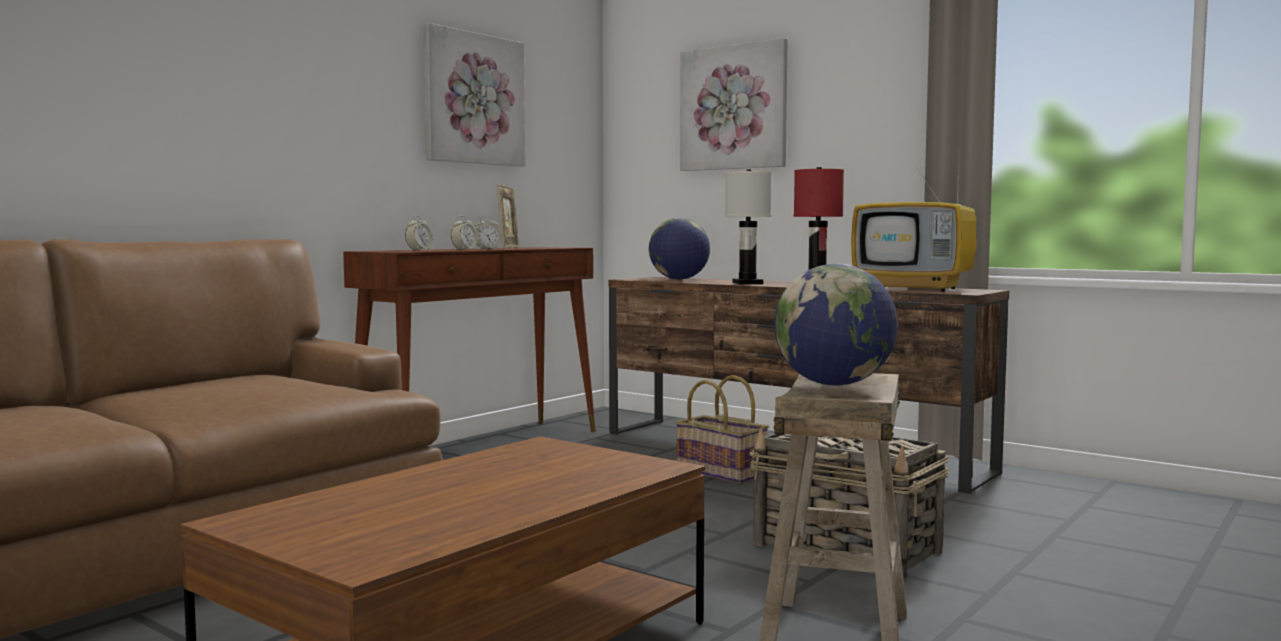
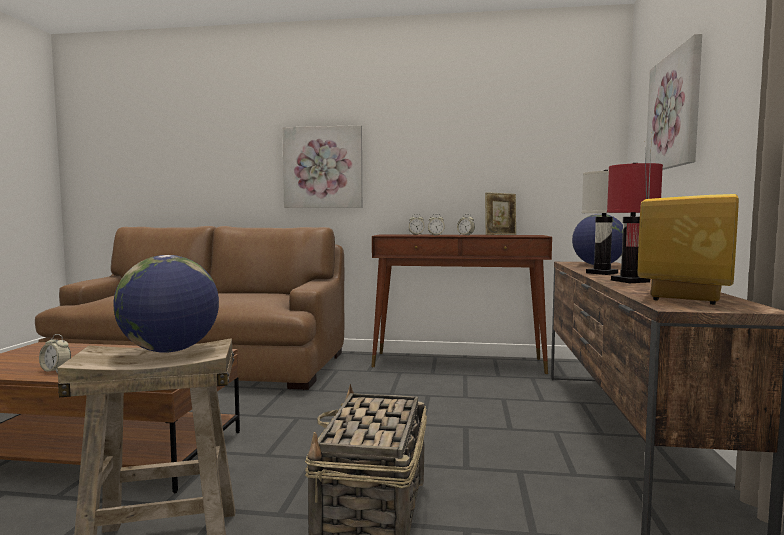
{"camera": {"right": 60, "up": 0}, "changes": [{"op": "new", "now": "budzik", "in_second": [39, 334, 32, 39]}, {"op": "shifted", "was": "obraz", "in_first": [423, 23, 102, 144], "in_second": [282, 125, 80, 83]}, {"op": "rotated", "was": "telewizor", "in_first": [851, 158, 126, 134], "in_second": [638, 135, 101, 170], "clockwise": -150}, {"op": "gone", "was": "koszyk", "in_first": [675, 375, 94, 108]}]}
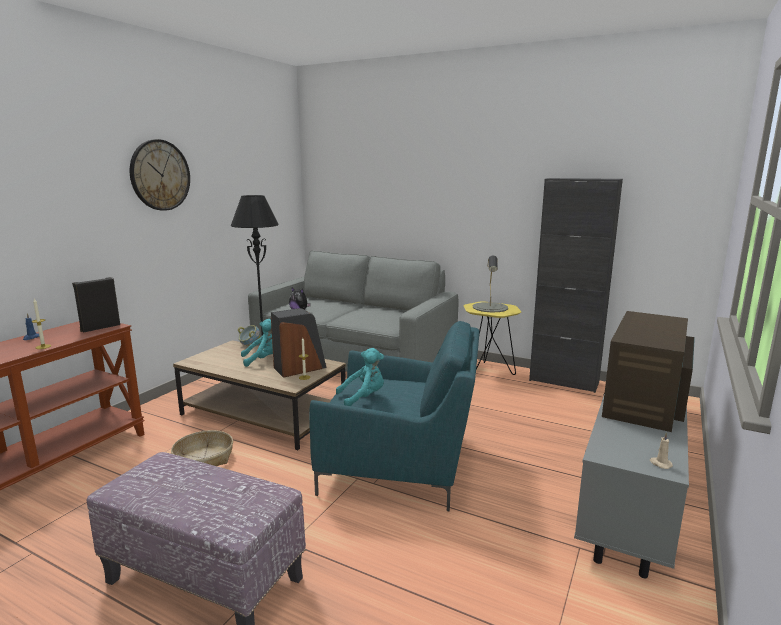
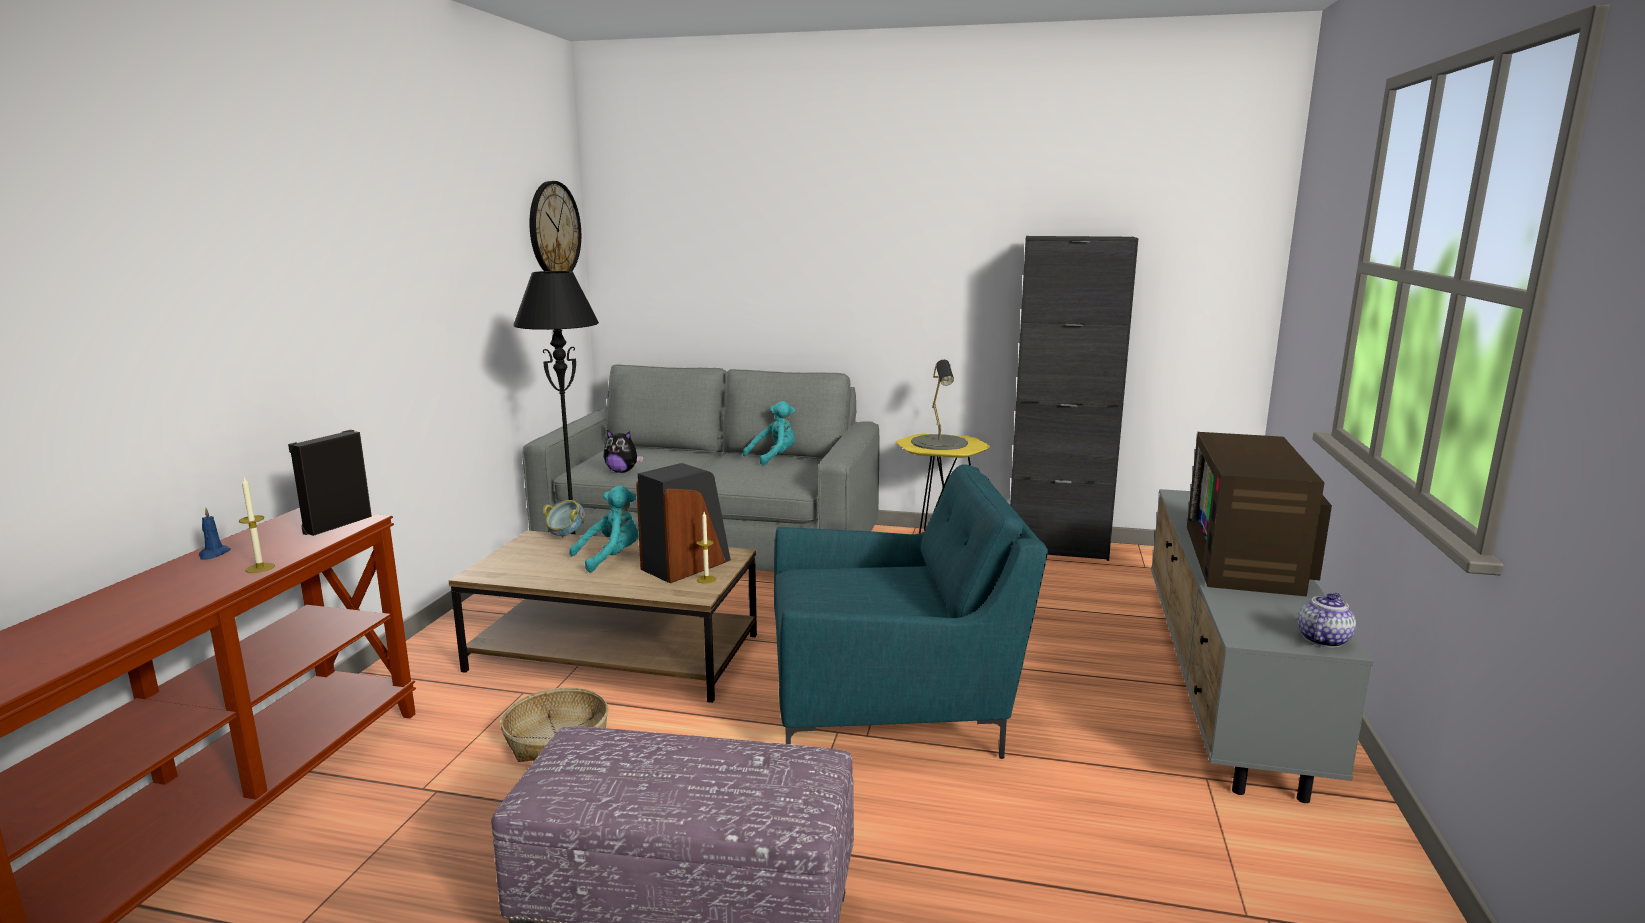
{"camera": {"right": -15, "up": 0}, "changes": [{"op": "shifted", "was": "zegar ścienny", "in_first": [130, 139, 60, 72], "in_second": [529, 181, 52, 90]}, {"op": "shifted", "was": "pluszak/turkusowy", "in_first": [336, 348, 48, 58], "in_second": [743, 401, 52, 65]}, {"op": "swapped", "was": "świeca/beżowy", "now": "imbryk", "in_first": [650, 433, 23, 36], "in_second": [1298, 593, 58, 55]}]}
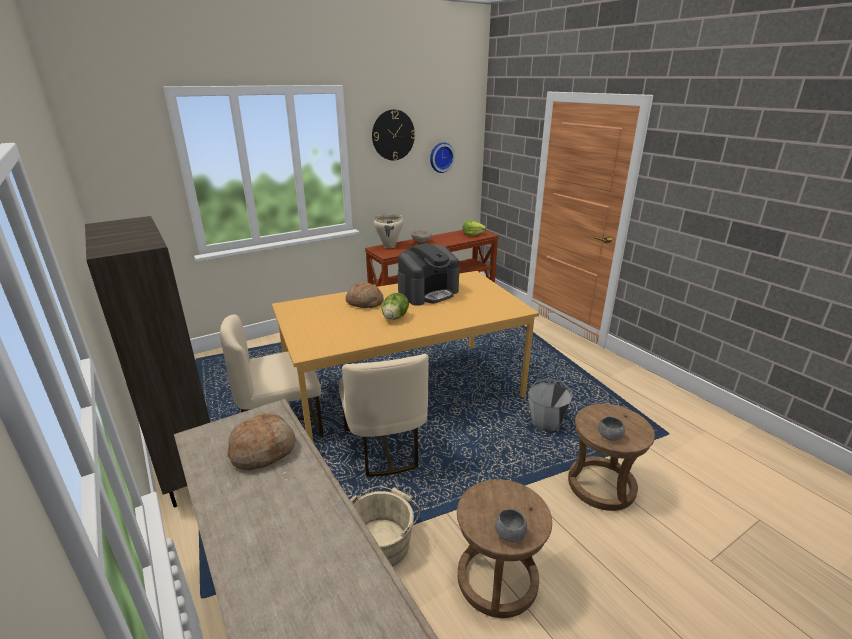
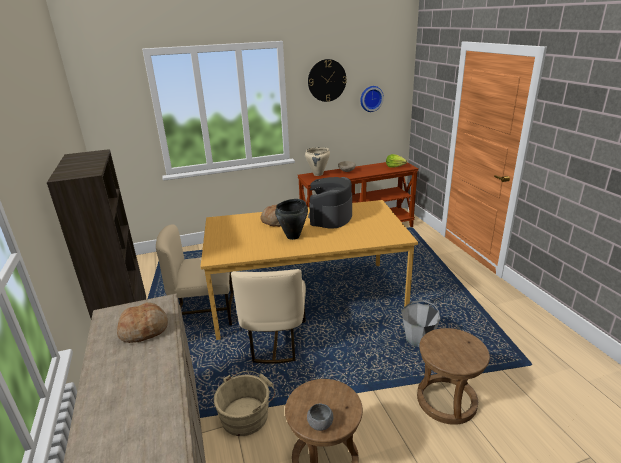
{"camera": {"right": 15, "up": 0}, "changes": [{"op": "swapped", "was": "sałata", "now": "garnek/czarny", "in_first": [382, 293, 27, 27], "in_second": [275, 199, 33, 41]}, {"op": "rotated", "was": "ekspres do kawy", "in_first": [398, 243, 61, 63], "in_second": [308, 177, 44, 52], "clockwise": 135}, {"op": "gone", "was": "miska/szary", "in_first": [598, 416, 27, 25]}]}
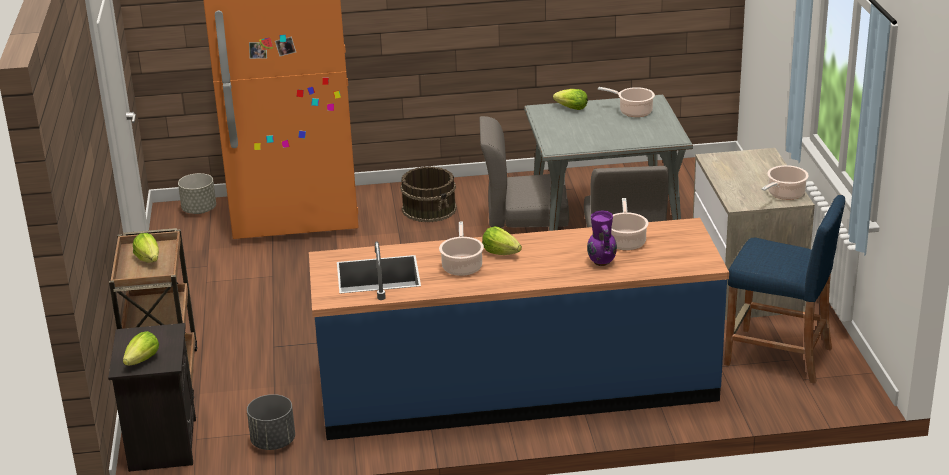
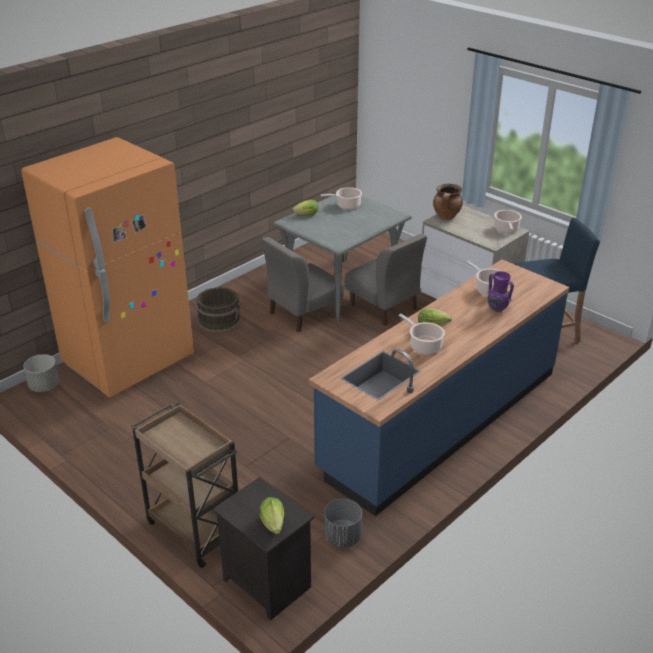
{"camera": {"right": -40, "up": 5}, "changes": [{"op": "new", "now": "garnek", "in_second": [433, 184, 30, 36]}, {"op": "gone", "was": "sałata", "in_first": [133, 233, 26, 30]}]}
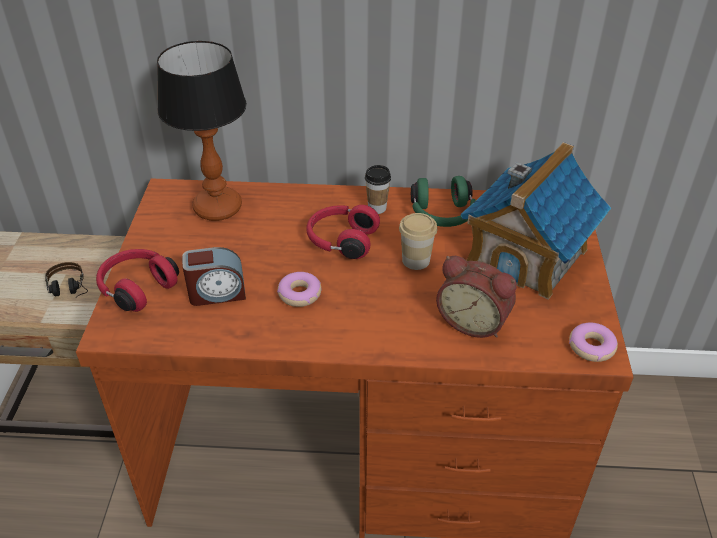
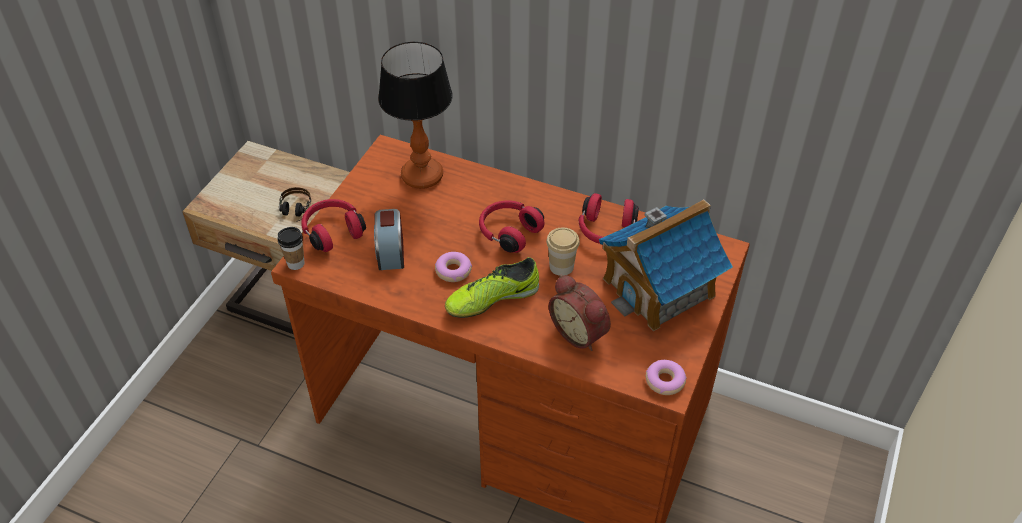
{"camera": {"right": 20, "up": 5}, "changes": [{"op": "shifted", "was": "filiżanka", "in_first": [365, 165, 26, 49], "in_second": [278, 227, 27, 43]}, {"op": "rotated", "was": "budzik", "in_first": [182, 247, 64, 59], "in_second": [374, 209, 30, 61], "clockwise": 75}, {"op": "new", "now": "but", "in_second": [445, 257, 94, 61]}, {"op": "repainted", "was": "słuchawki/zielony", "now": "słuchawki/czerwony", "in_first": [411, 176, 65, 51], "in_second": [579, 193, 60, 51]}]}
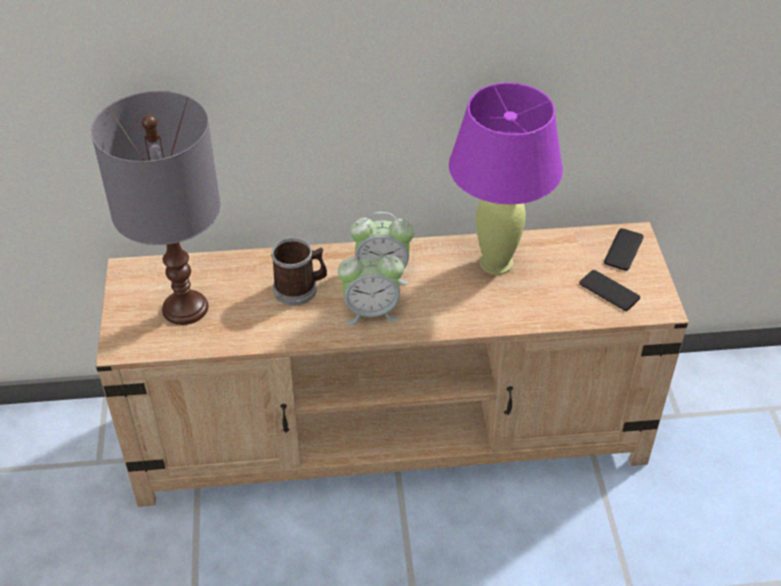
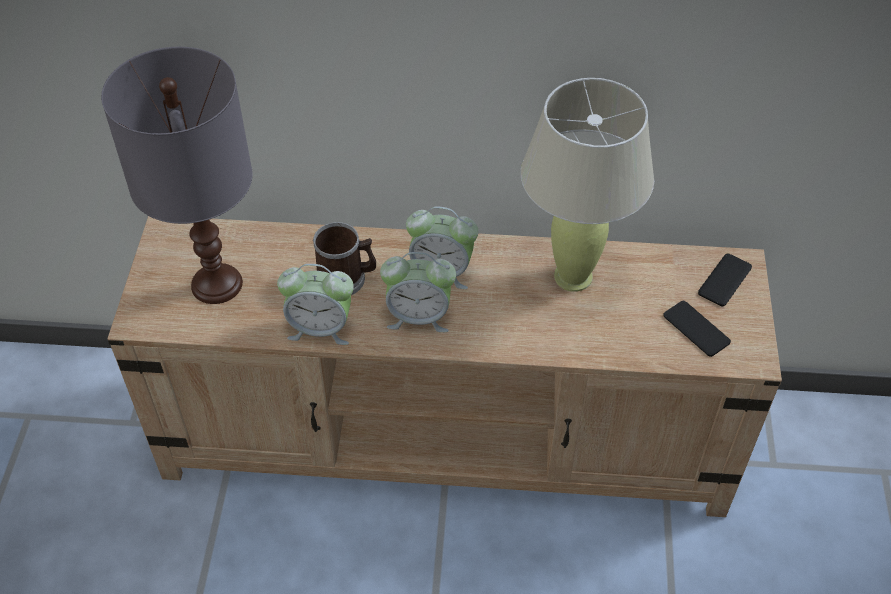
{"camera": {"right": 10, "up": 5}, "changes": [{"op": "new", "now": "budzik", "in_second": [277, 264, 77, 81]}, {"op": "repainted", "was": "lampa stołowa/fioletowy", "now": "lampa stołowa/beżowy", "in_first": [449, 82, 114, 193], "in_second": [521, 78, 133, 214]}]}
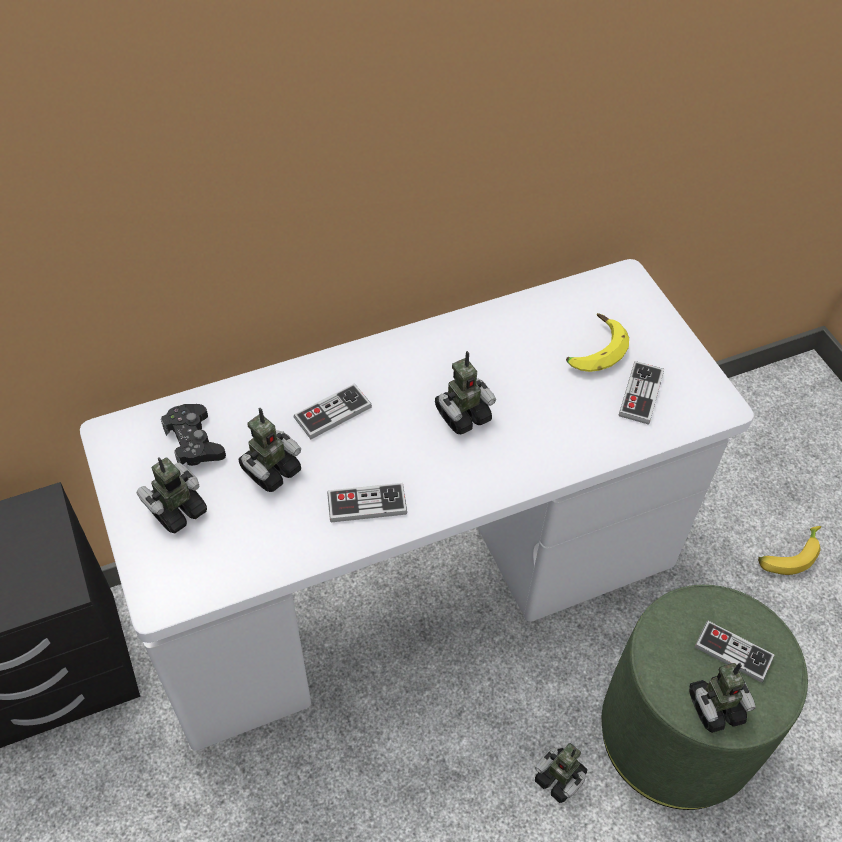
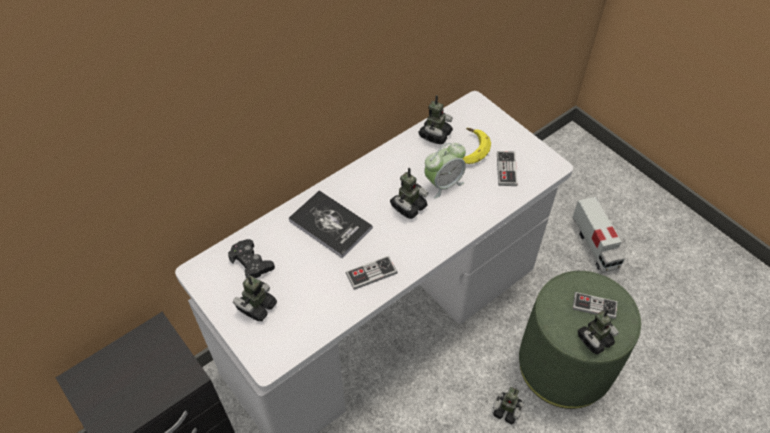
{"camera": {"right": -15, "up": 0}, "changes": [{"op": "swapped", "was": "pad do gier", "now": "książka", "in_first": [293, 383, 79, 56], "in_second": [289, 191, 84, 67]}, {"op": "shifted", "was": "robot zabawkowy", "in_first": [239, 408, 62, 84], "in_second": [418, 95, 35, 49]}, {"op": "new", "now": "budzik", "in_second": [424, 143, 42, 56]}, {"op": "swapped", "was": "banan", "now": "ciężarówka zabawkowa", "in_first": [758, 526, 63, 49], "in_second": [572, 197, 53, 76]}]}
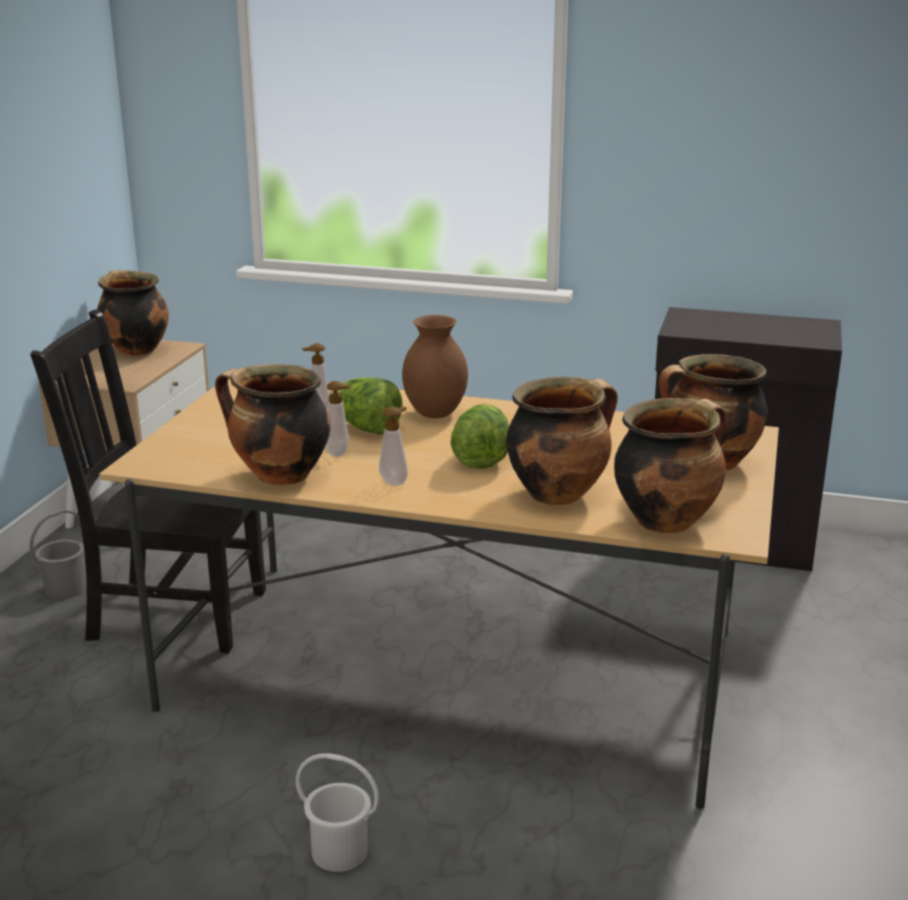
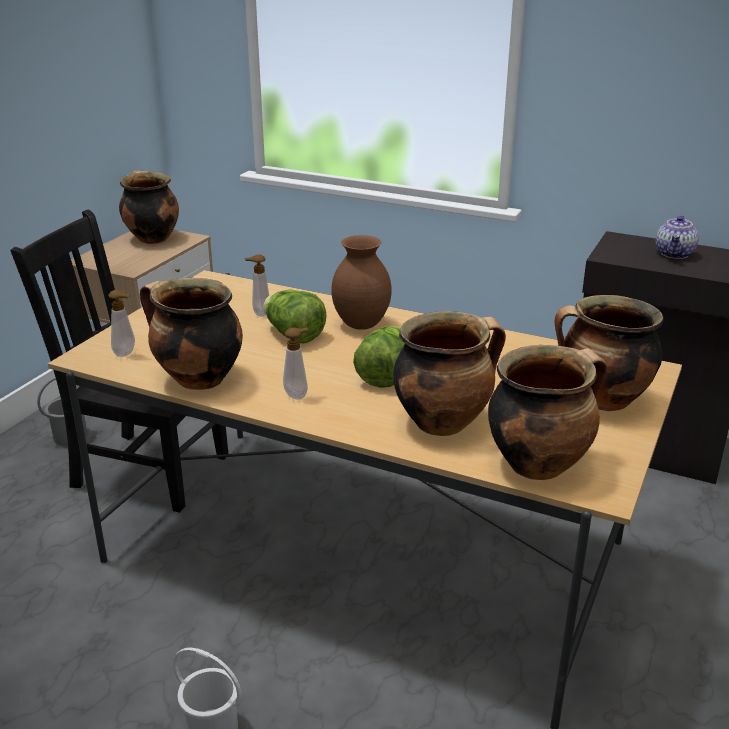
{"camera": {"right": 10, "up": 5}, "changes": [{"op": "shifted", "was": "dozownik mydła", "in_first": [326, 381, 26, 76], "in_second": [108, 290, 27, 67]}, {"op": "new", "now": "imbryk", "in_second": [656, 215, 43, 44]}]}
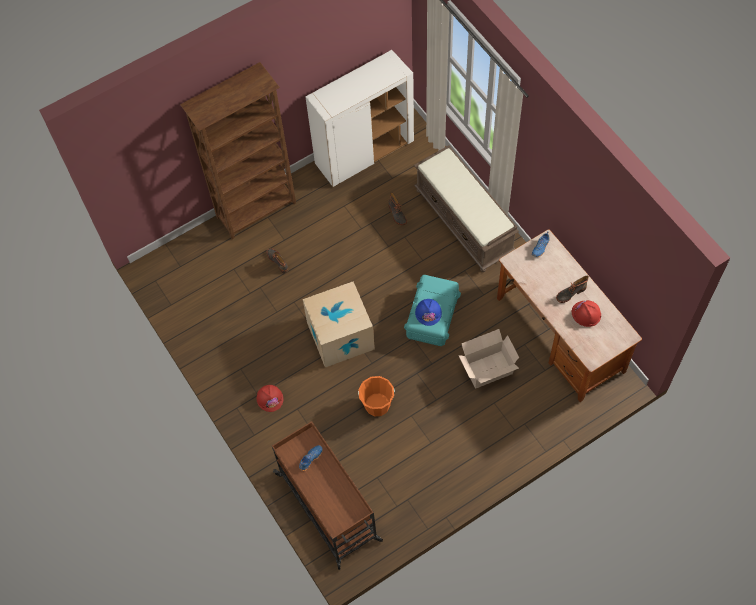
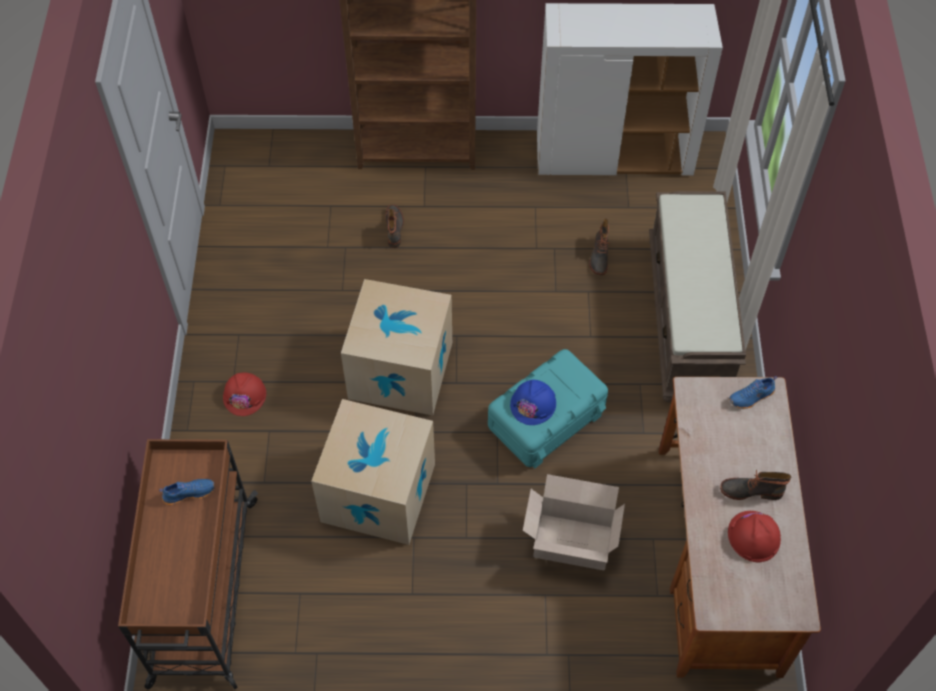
{"camera": {"right": 30, "up": -5}, "changes": [{"op": "swapped", "was": "wiadro/pomarańczowy", "now": "karton", "in_first": [358, 376, 37, 40], "in_second": [311, 399, 124, 146]}]}
